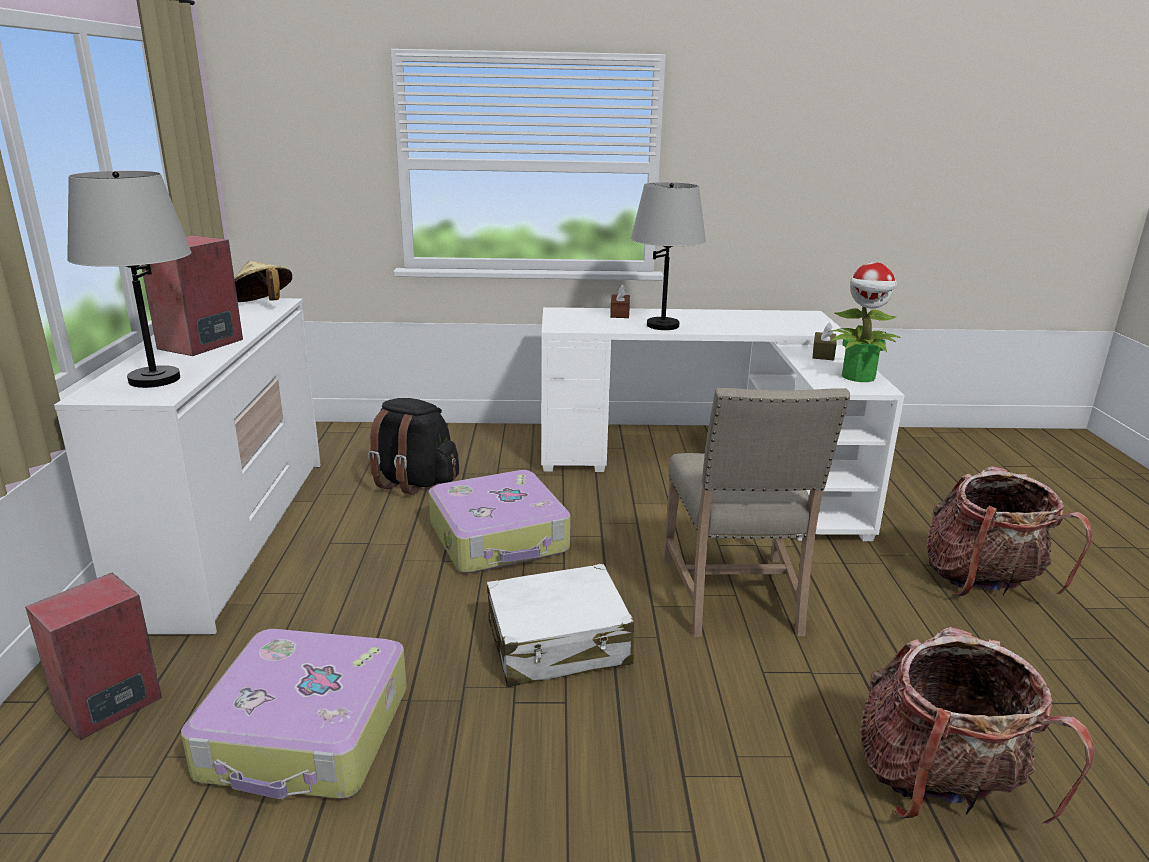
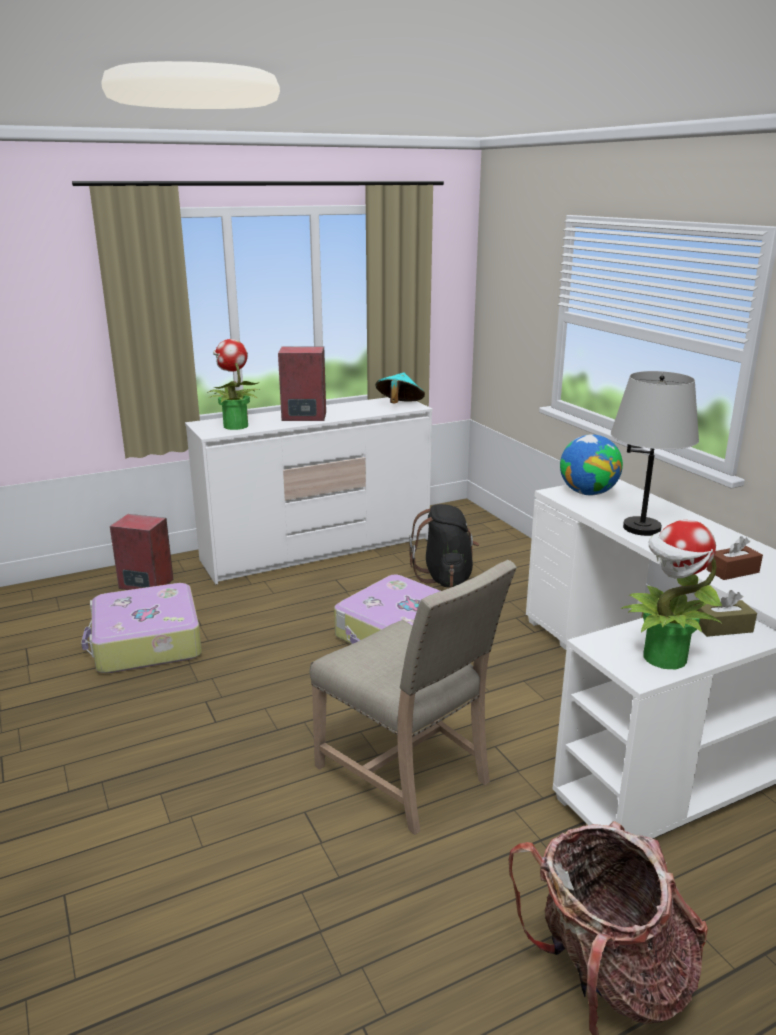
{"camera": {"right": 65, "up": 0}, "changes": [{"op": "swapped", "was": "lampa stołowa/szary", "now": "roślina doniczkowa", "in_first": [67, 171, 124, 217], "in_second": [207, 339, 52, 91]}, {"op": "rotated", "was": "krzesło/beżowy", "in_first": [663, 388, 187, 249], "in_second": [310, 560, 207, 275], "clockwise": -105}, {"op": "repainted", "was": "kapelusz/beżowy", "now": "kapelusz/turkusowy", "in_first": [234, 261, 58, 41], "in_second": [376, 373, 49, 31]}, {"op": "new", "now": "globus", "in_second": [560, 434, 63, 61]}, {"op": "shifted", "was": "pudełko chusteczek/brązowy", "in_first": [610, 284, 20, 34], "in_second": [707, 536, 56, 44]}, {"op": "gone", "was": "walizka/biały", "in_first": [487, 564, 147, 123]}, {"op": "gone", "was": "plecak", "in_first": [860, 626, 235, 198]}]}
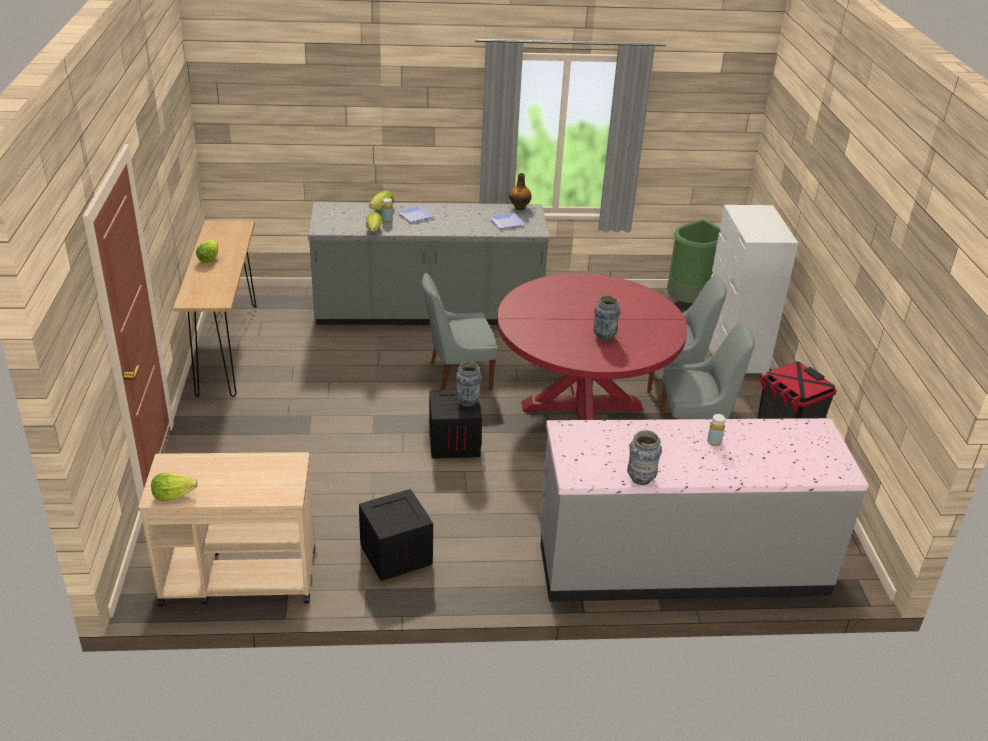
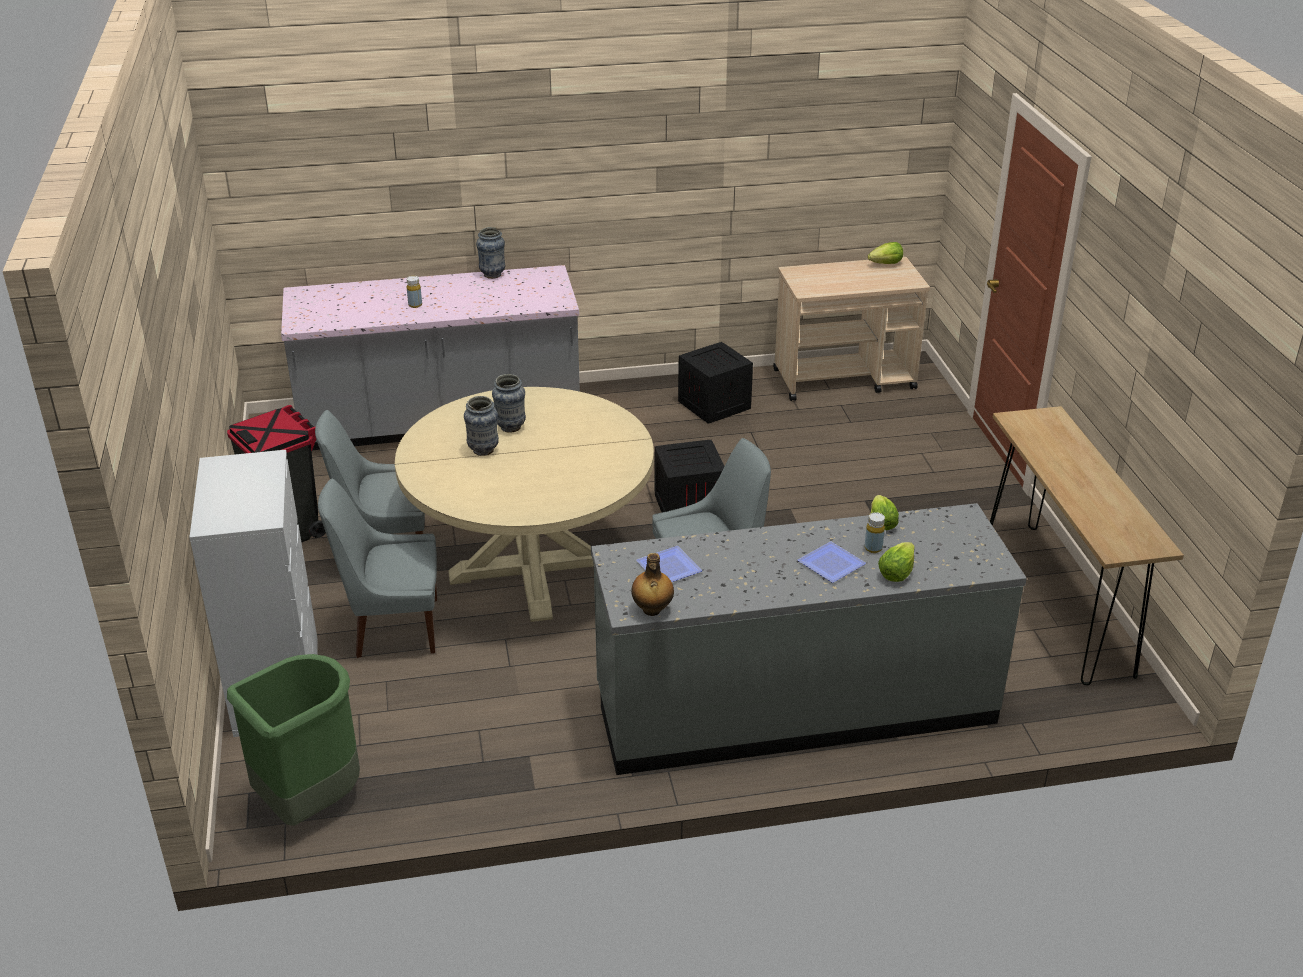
{"camera": {"right": 175, "up": 0}, "changes": [{"op": "repainted", "was": "stół jadalny/czerwony", "now": "stół jadalny/beżowy", "in_first": [497, 273, 190, 147], "in_second": [395, 387, 259, 235]}, {"op": "shifted", "was": "wazon", "in_first": [456, 362, 26, 44], "in_second": [464, 396, 35, 60]}, {"op": "gone", "was": "sałata", "in_first": [196, 240, 22, 23]}]}
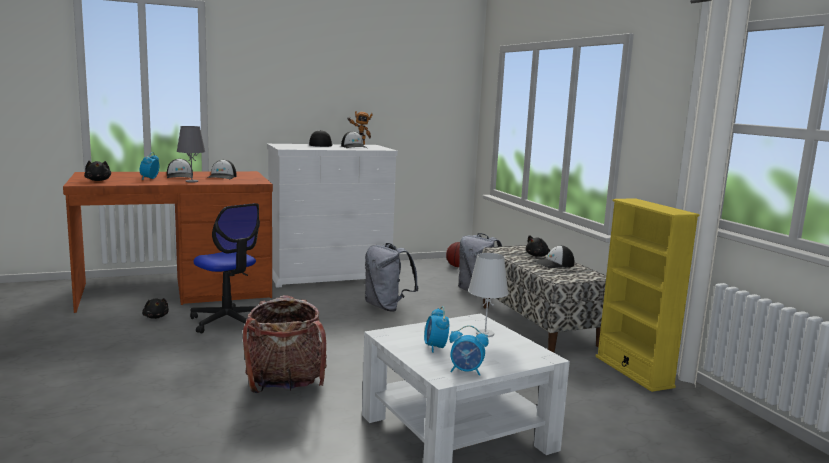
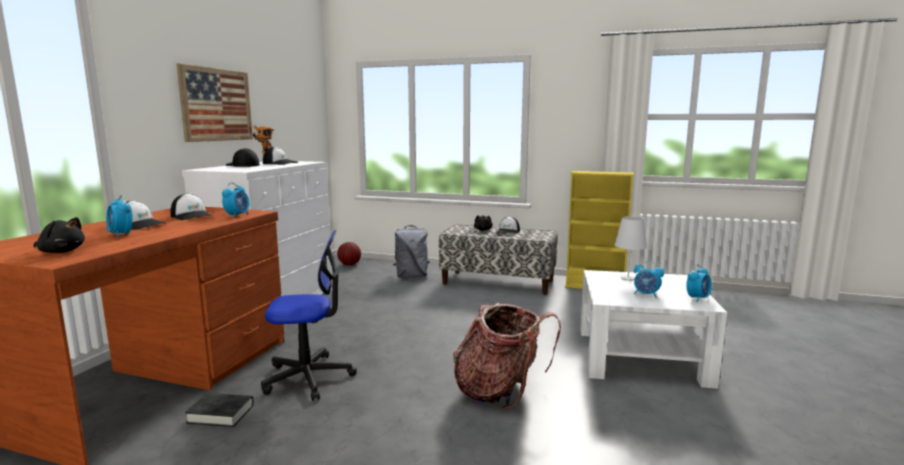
{"camera": {"right": -50, "up": 0}, "changes": [{"op": "new", "now": "obraz", "in_second": [176, 63, 77, 79]}, {"op": "swapped", "was": "pluszak/czarny", "now": "książka/czarny", "in_first": [142, 298, 27, 21], "in_second": [185, 393, 69, 34]}, {"op": "new", "now": "budzik", "in_second": [222, 182, 28, 36]}, {"op": "gone", "was": "lampa stołowa/szary", "in_first": [176, 126, 29, 57]}, {"op": "gone", "was": "plecak/szary", "in_first": [365, 243, 54, 69]}]}
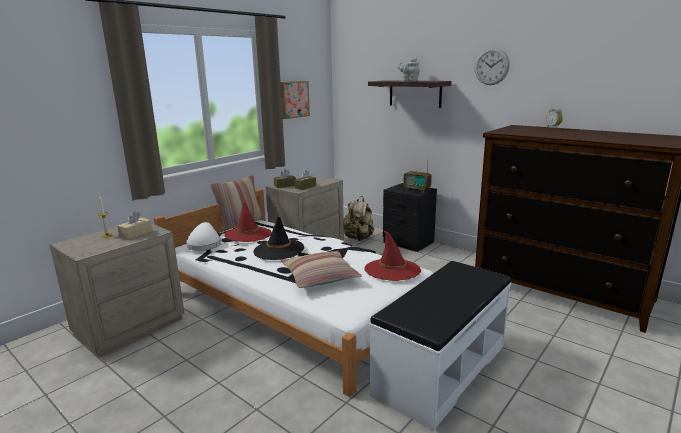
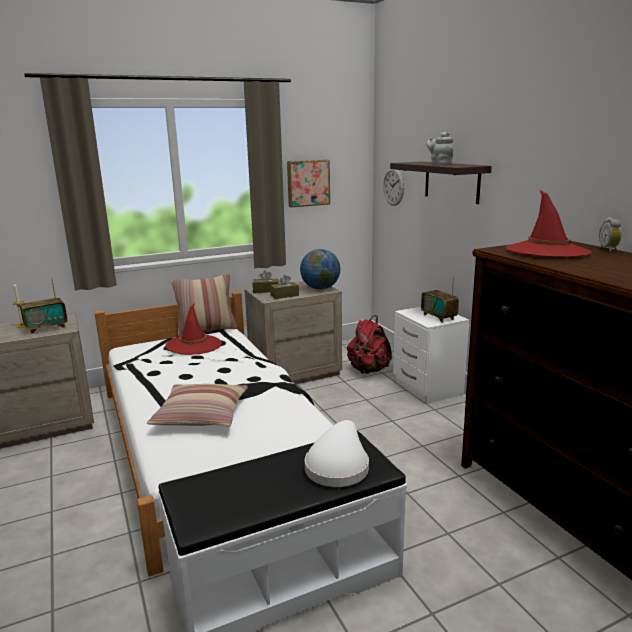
{"camera": {"right": 25, "up": 0}, "changes": [{"op": "swapped", "was": "pudełko chusteczek/beżowy", "now": "radio", "in_first": [117, 212, 35, 28], "in_second": [20, 278, 47, 56]}, {"op": "new", "now": "globus", "in_second": [300, 249, 41, 40]}, {"op": "shifted", "was": "kapelusz/biały", "in_first": [186, 222, 35, 29], "in_second": [305, 420, 64, 67]}, {"op": "repainted", "was": "plecak/beżowy", "now": "plecak/czerwony", "in_first": [344, 196, 30, 45], "in_second": [347, 315, 45, 59]}, {"op": "shifted", "was": "zegar ścienny", "in_first": [475, 48, 35, 37], "in_second": [383, 169, 21, 37]}, {"op": "repainted", "was": "szafka nocna/czarny", "now": "szafka nocna/biały", "in_first": [383, 183, 54, 69], "in_second": [393, 307, 76, 97]}, {"op": "shifted", "was": "kapelusz/czerwony", "in_first": [364, 230, 57, 51], "in_second": [505, 189, 87, 68]}, {"op": "gone", "was": "kapelusz/czarny", "in_first": [253, 217, 51, 43]}]}
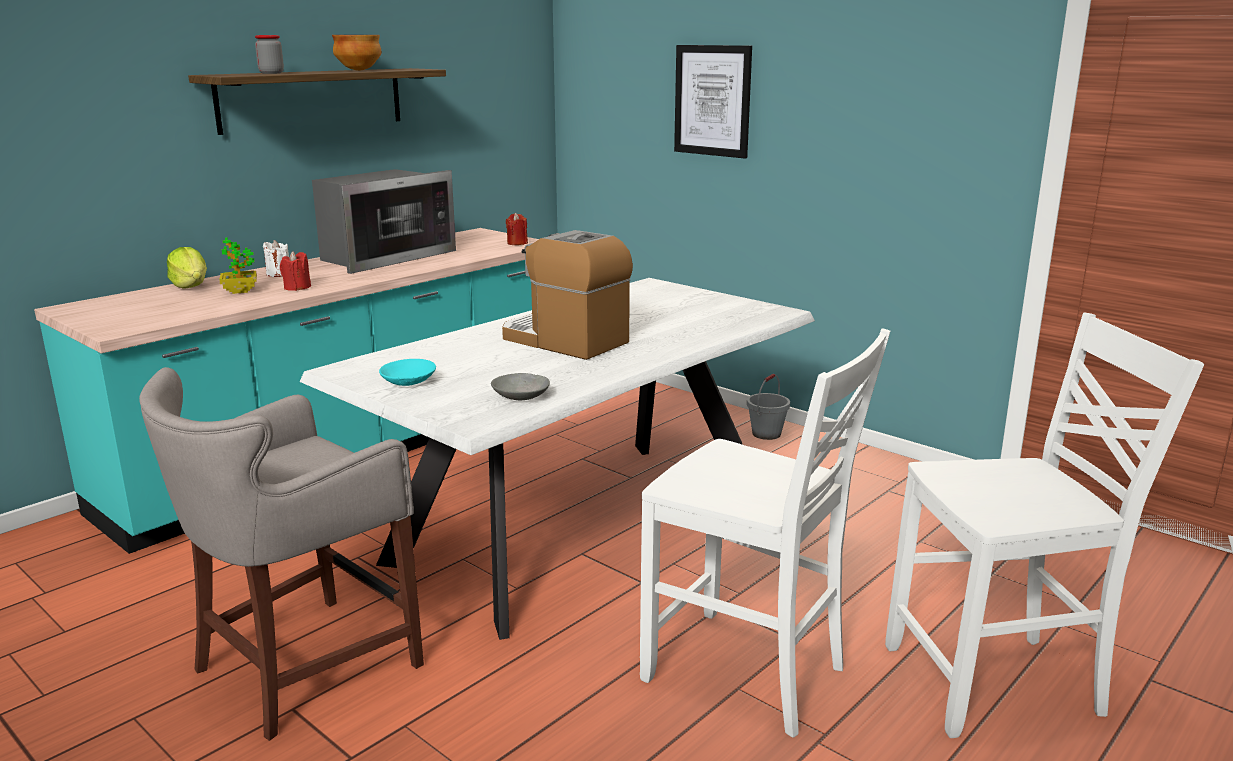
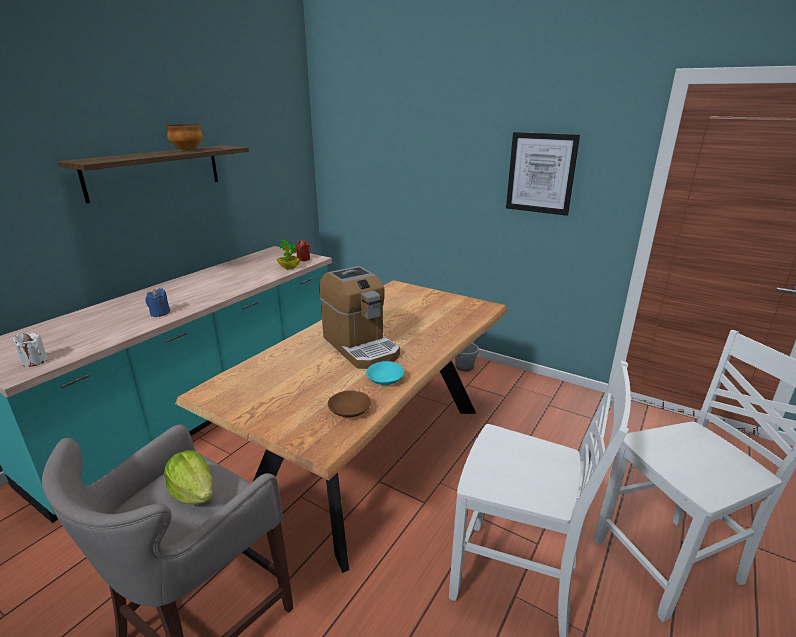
{"camera": {"right": -10, "up": 5}, "changes": [{"op": "shifted", "was": "świeca/biały", "in_first": [263, 240, 26, 37], "in_second": [13, 333, 35, 34]}, {"op": "repainted", "was": "świeca/czerwony", "now": "świeca/niebieski", "in_first": [280, 251, 31, 40], "in_second": [145, 288, 25, 29]}, {"op": "shifted", "was": "sałata", "in_first": [167, 247, 40, 42], "in_second": [164, 450, 49, 54]}, {"op": "repainted", "was": "stół jadalny/biały", "now": "stół jadalny/brązowy", "in_first": [300, 278, 515, 362], "in_second": [175, 280, 333, 293]}, {"op": "shifted", "was": "roślina doniczkowa", "in_first": [219, 238, 38, 56], "in_second": [277, 239, 23, 31]}, {"op": "rotated", "was": "ekspres do kawy", "in_first": [502, 230, 131, 130], "in_second": [319, 266, 81, 103], "clockwise": -150}, {"op": "repainted", "was": "miska/szary", "now": "miska/brązowy", "in_first": [491, 373, 59, 27], "in_second": [328, 391, 43, 26]}, {"op": "shifted", "was": "miska/turkusowy", "in_first": [379, 359, 57, 27], "in_second": [366, 361, 38, 24]}, {"op": "shifted", "was": "obraz", "in_first": [674, 45, 78, 114], "in_second": [506, 132, 74, 84]}, {"op": "gone", "was": "słoik", "in_first": [255, 35, 29, 39]}, {"op": "gone", "was": "mikrofalówka", "in_first": [312, 169, 144, 105]}]}
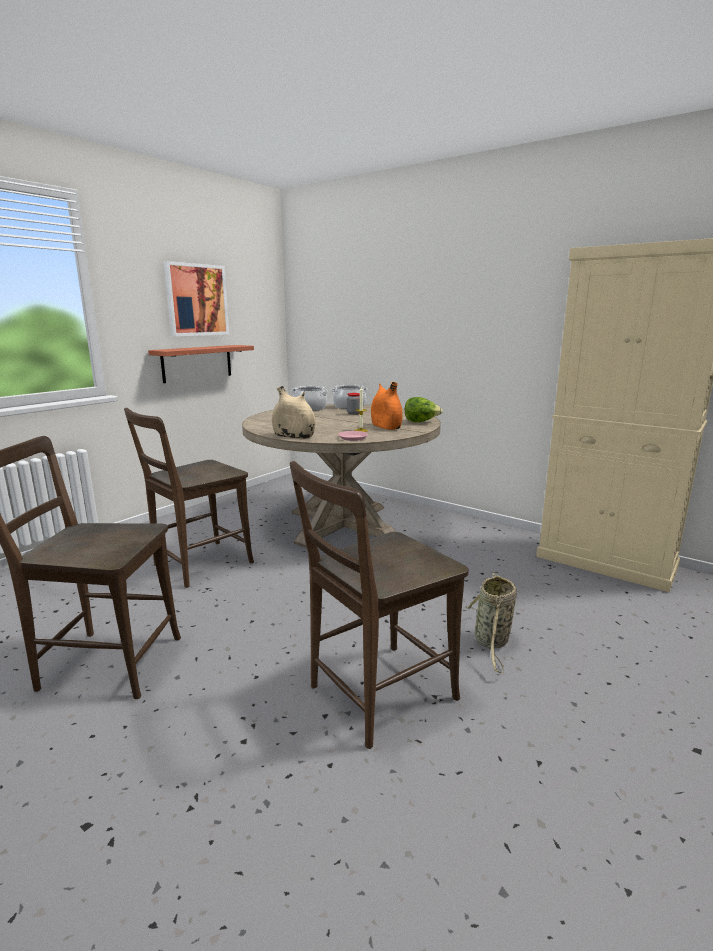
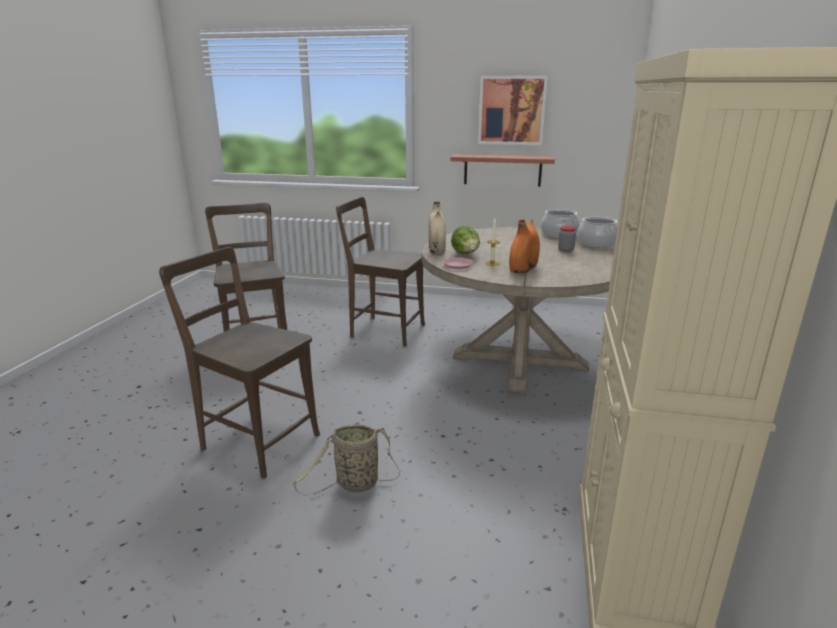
{"camera": {"right": 65, "up": 5}, "changes": [{"op": "shifted", "was": "sałata", "in_first": [405, 397, 38, 26], "in_second": [451, 226, 29, 28]}]}
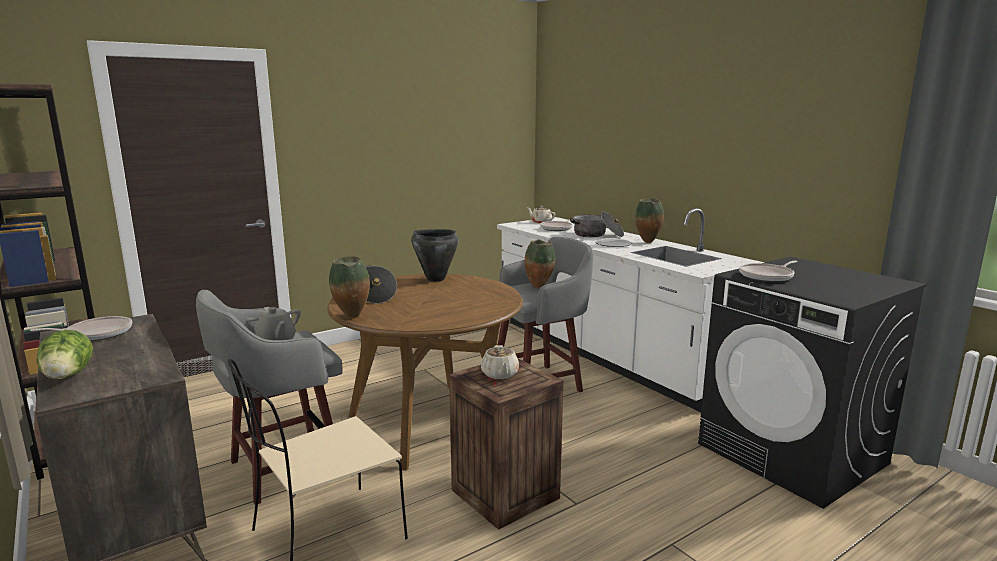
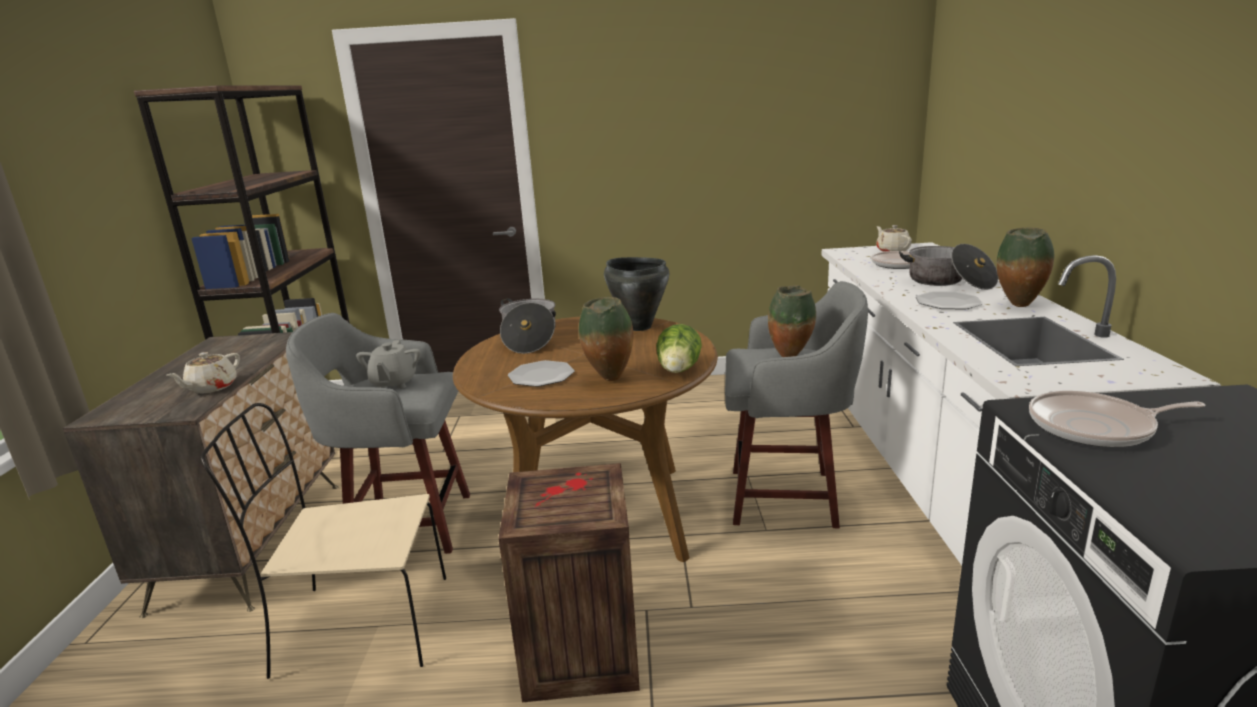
{"camera": {"right": 35, "up": 5}, "changes": [{"op": "shifted", "was": "imbryk/beżowy", "in_first": [481, 345, 38, 34], "in_second": [166, 352, 74, 41]}, {"op": "new", "now": "talerz", "in_second": [508, 360, 67, 27]}, {"op": "shifted", "was": "wazon", "in_first": [329, 256, 41, 62], "in_second": [578, 297, 55, 84]}, {"op": "shifted", "was": "sałata", "in_first": [37, 330, 56, 49], "in_second": [656, 324, 46, 49]}, {"op": "gone", "was": "patelnia", "in_first": [30, 316, 102, 25]}]}
